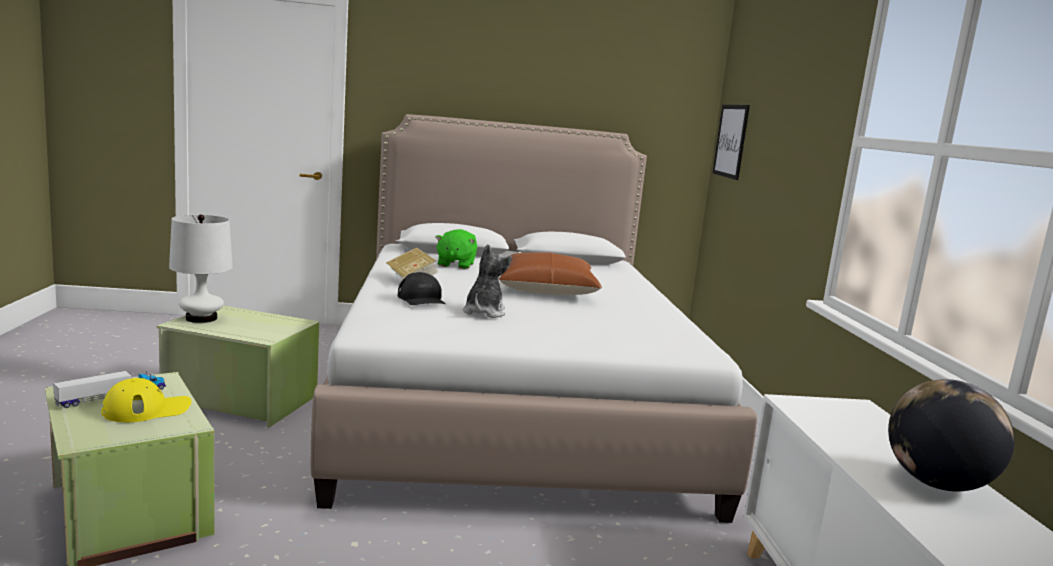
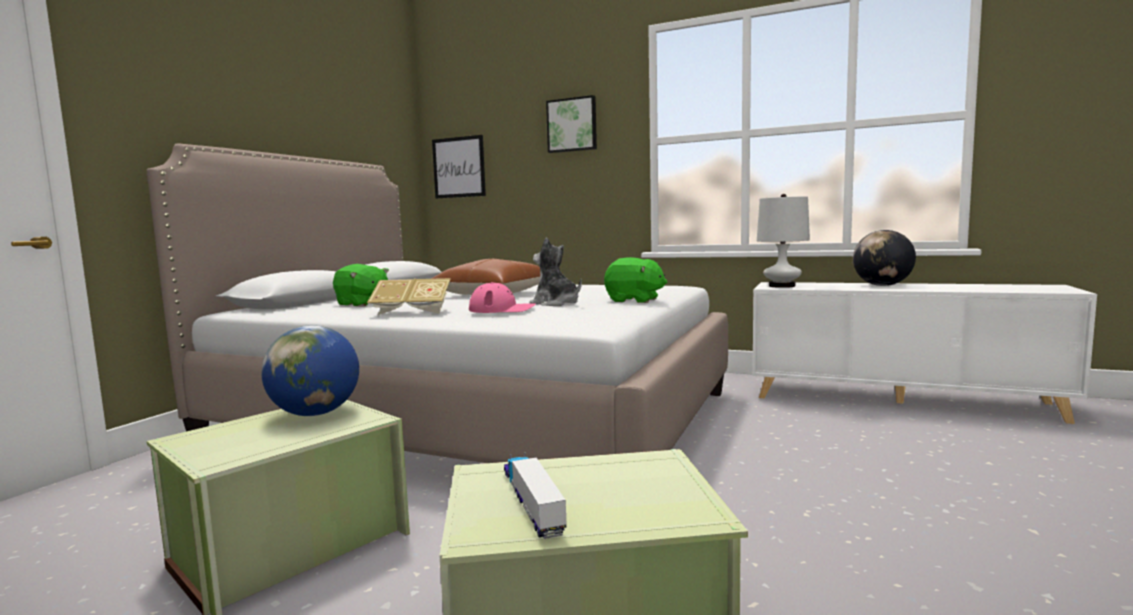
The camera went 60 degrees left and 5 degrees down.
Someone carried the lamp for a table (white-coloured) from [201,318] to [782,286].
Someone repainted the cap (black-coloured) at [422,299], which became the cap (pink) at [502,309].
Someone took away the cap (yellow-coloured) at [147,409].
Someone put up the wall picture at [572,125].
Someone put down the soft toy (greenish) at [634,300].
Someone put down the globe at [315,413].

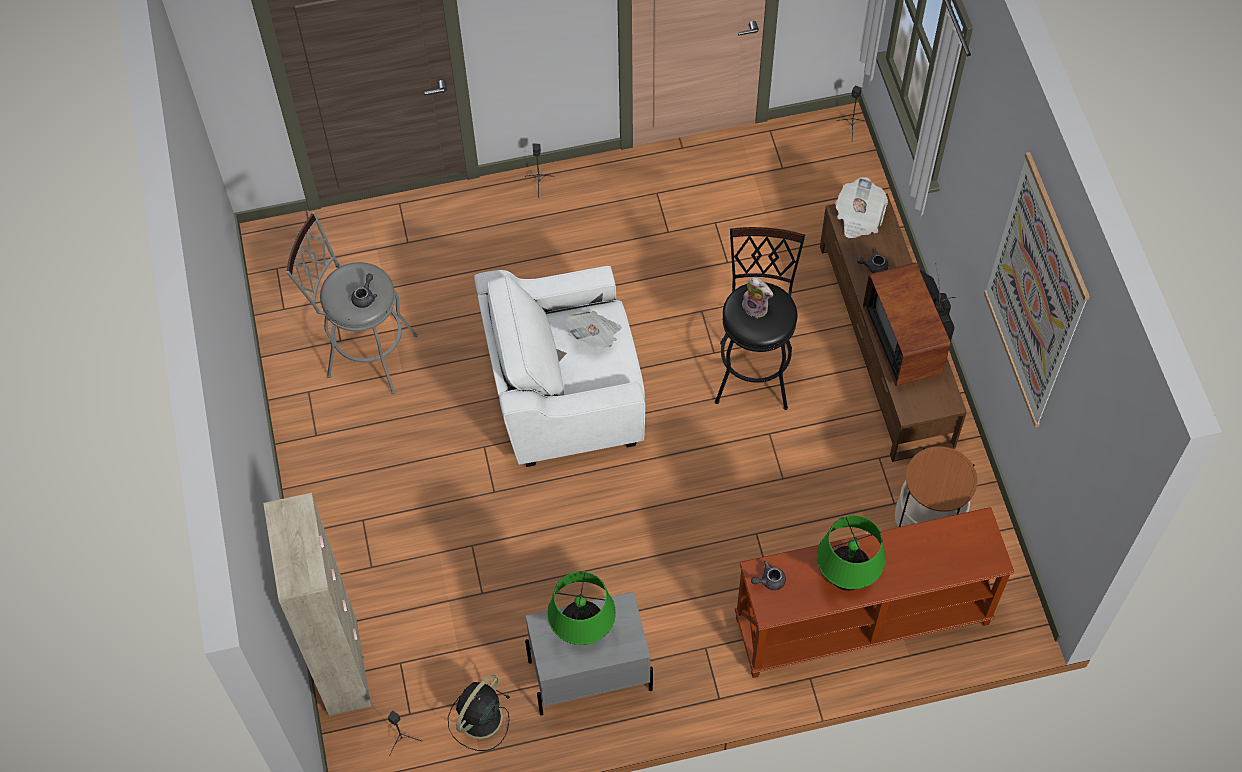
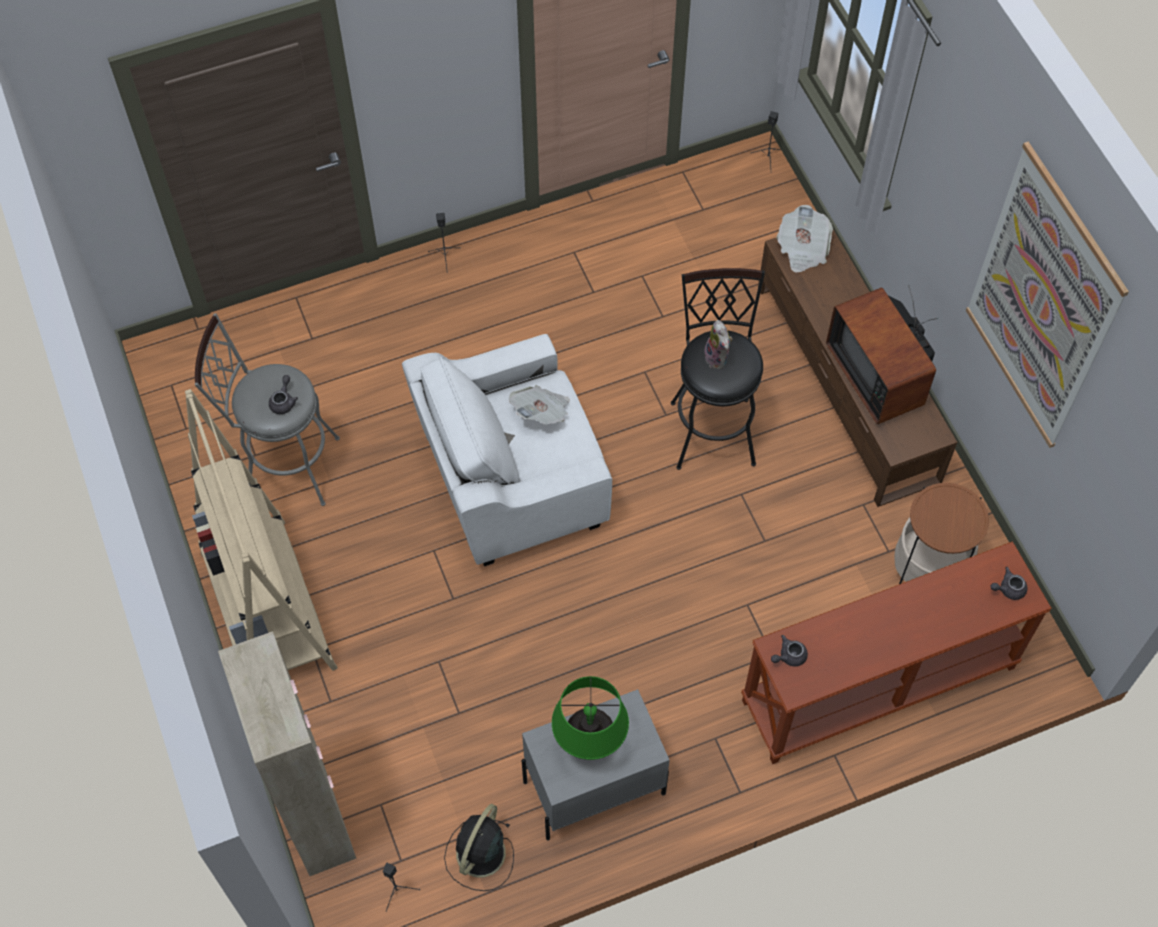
The camera went 10 degrees left and 0 degrees up.
Someone carried the teapot (grey) from [873,266] to [1008,589].
Someone rotated the soft toy at [756,307] by 45 degrees clockwise.
Someone took away the lamp for a table (greenish) at [846,578].
Someone put down the bookcase (beige) at [268,610].

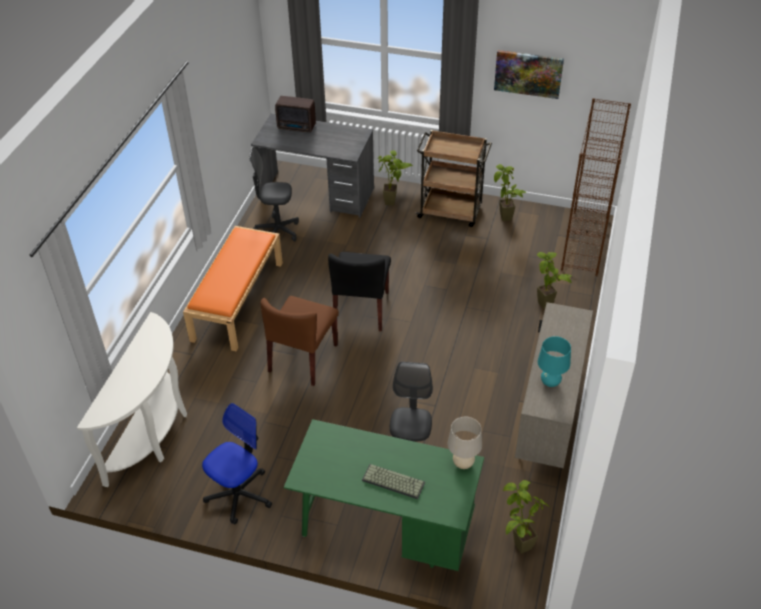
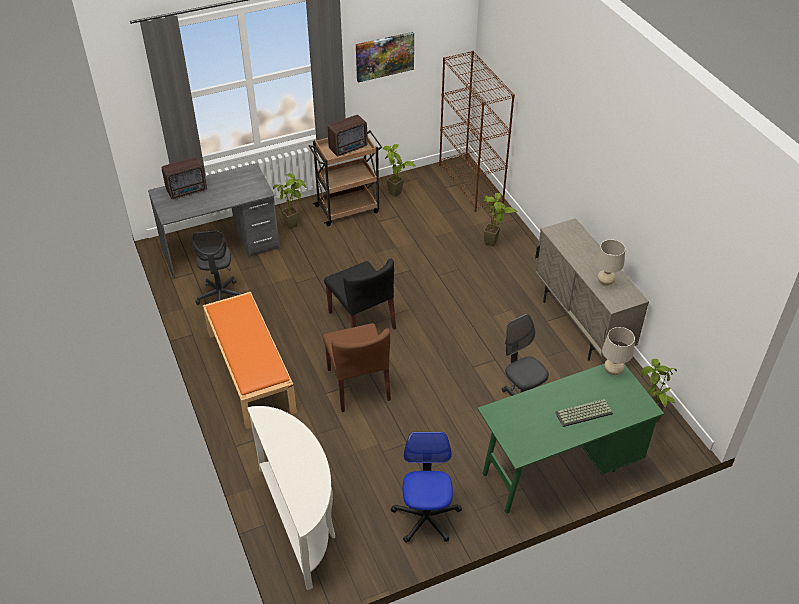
The camera went 40 degrees left and 0 degrees up.
Someone rotated the office chair (grey) at [277,231] by 60 degrees counterclockwise.
Someone repainted the lamp for a table (blue-green) at [550,383], which became the lamp for a table (beige) at [605,282].
Someone put down the radio set at [349,148].

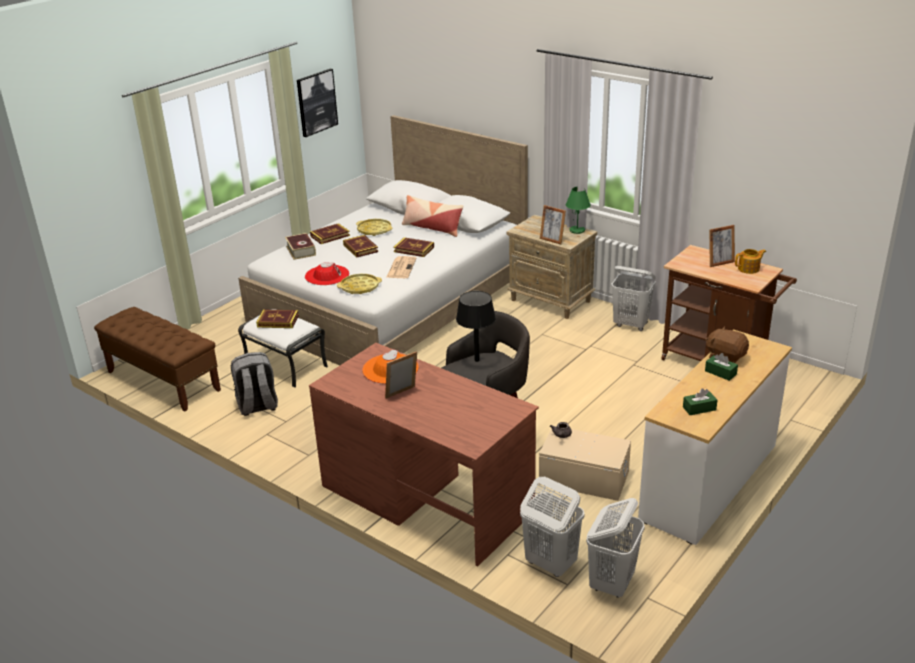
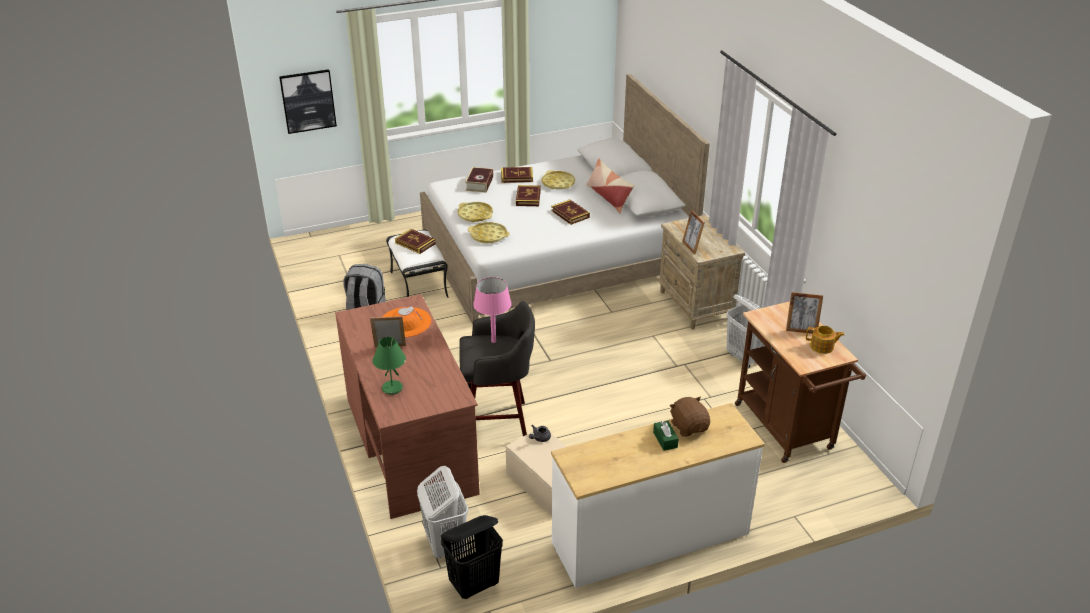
The camera went 30 degrees right and 5 degrees up.
Someone carried the wall picture from [316,102] to [308,101].
Someone carried the lamp for a table (greenish) from [577,231] to [392,388].
Someone took away the newspaper at [401,268].
Someone swapped the hat (reddish) at [327,275] for the serving tray (yellow-coloured) at [475,215].
Someone repainted the lamp for a table (black-coloured) at [476,360], which became the lamp for a table (pink) at [493,341].
Someone took away the indoor bench (brownish) at [163,380].
Someone took away the tissue box (greenish) at [699,408].
Someone repainted the laundry basket (white-coloured) at [612,583], which became the laundry basket (black-coloured) at [475,585].

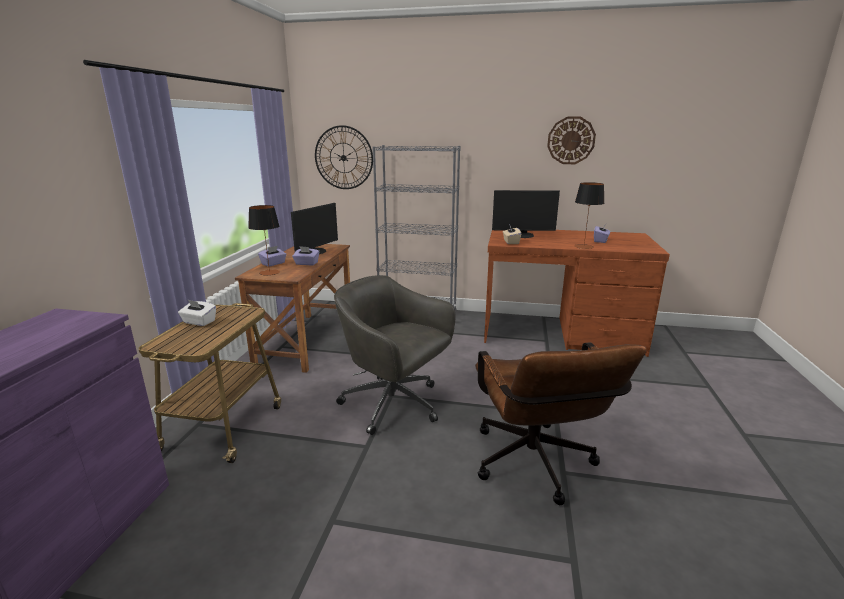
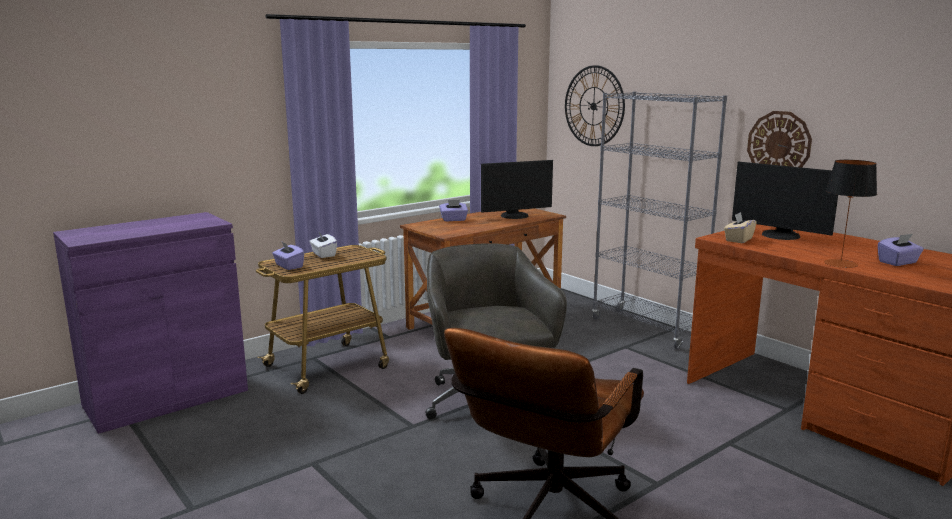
The camera went 40 degrees right and 5 degrees down.
Someone carried the wall clock from [571,140] to [779,144].
Someone took away the lamp for a table at [269,272].
Someone carried the tissue box (purple-coloured) from [306,263] to [288,266].

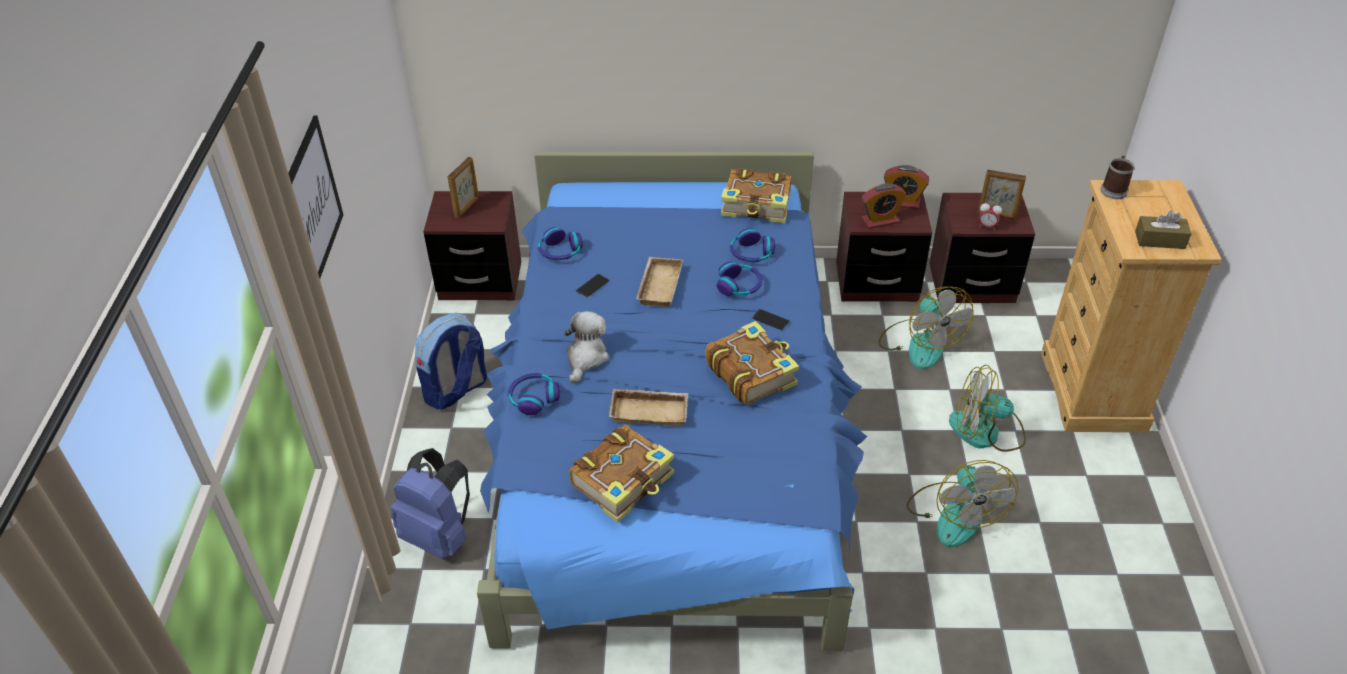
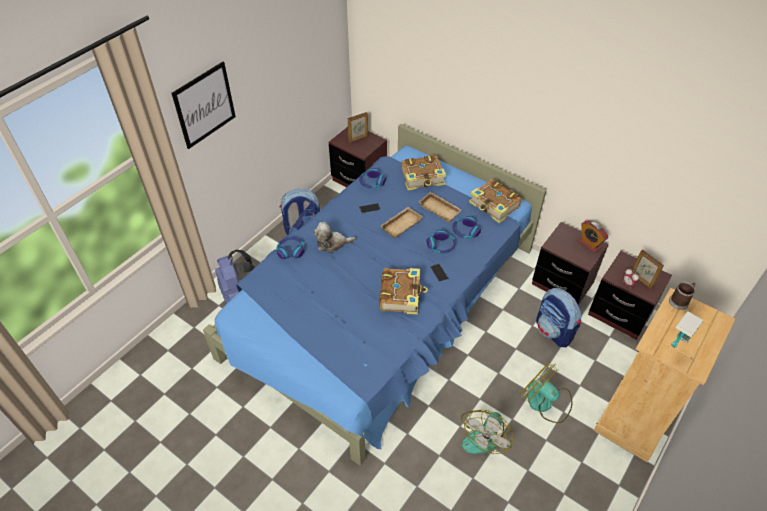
The camera went 35 degrees right and 5 degrees up.
Someone took away the bedside clock at [880,220].
Someone swapped the tissue box (brownish) at [1160,240] for the lamp for a table at [675,348].
Someone swapped the fan at [919,343] for the rucksack at [554,331].
Someone rotated the soft toy at [586,358] by 150 degrees counterclockwise.
Someone carried the serving tray (beige) from [650,410] to [440,209].
Someone carried the volume from [624,481] to [423,178].

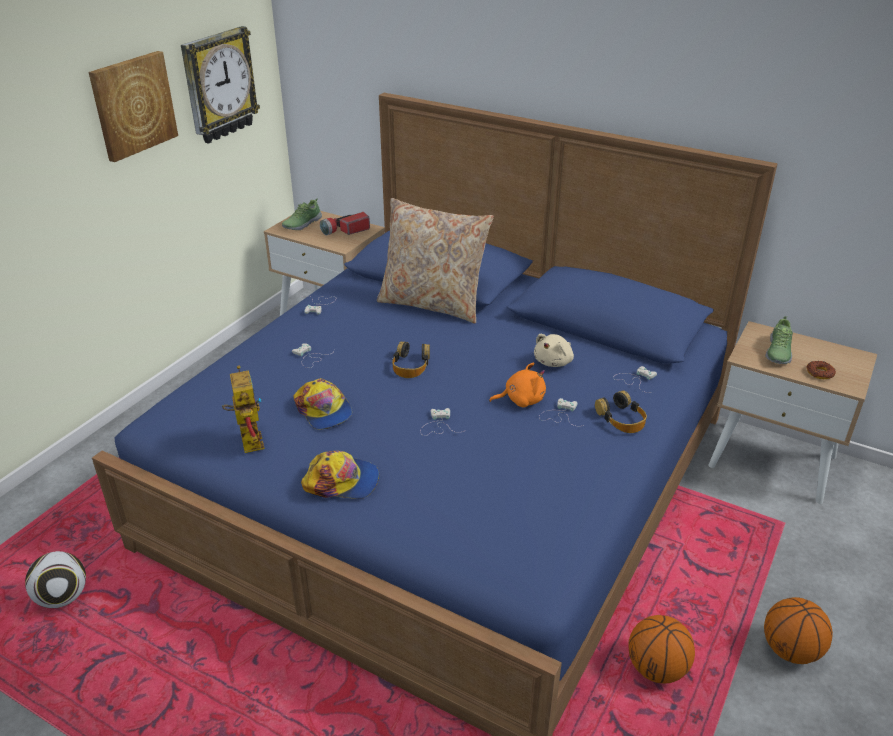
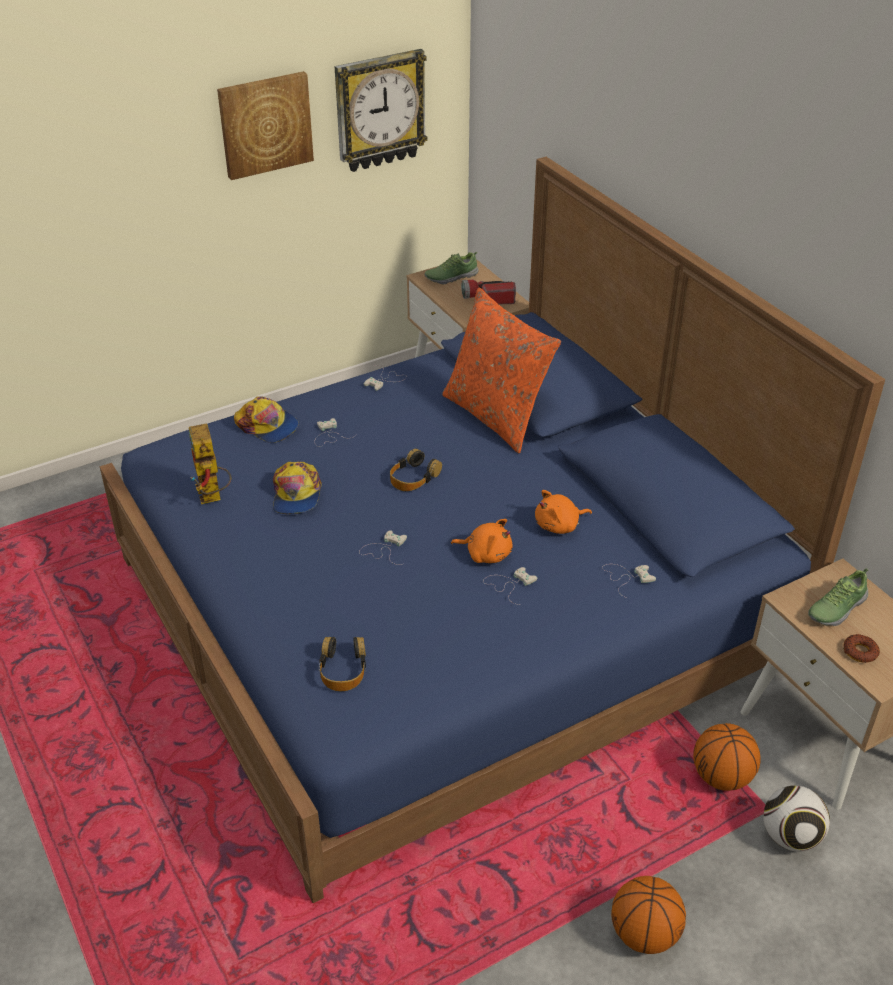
The camera went 30 degrees right and 5 degrees up.
Someone repainted the cushion (beige) at [433,304], which became the cushion (orange-coloured) at [496,416].
Someone repainted the soft toy (beige) at [554,362], which became the soft toy (orange-coloured) at [559,525].
Someone rotated the model robot at [248,438] by 150 degrees clockwise.
Someone carried the pair of headphones from [621,418] to [343,669].
Someone carried the cap from [342,481] to [267,426].
Someone carried the football ball from [63,598] to [791,837].
Someone carried the basketball ball from [656,669] to [721,777].

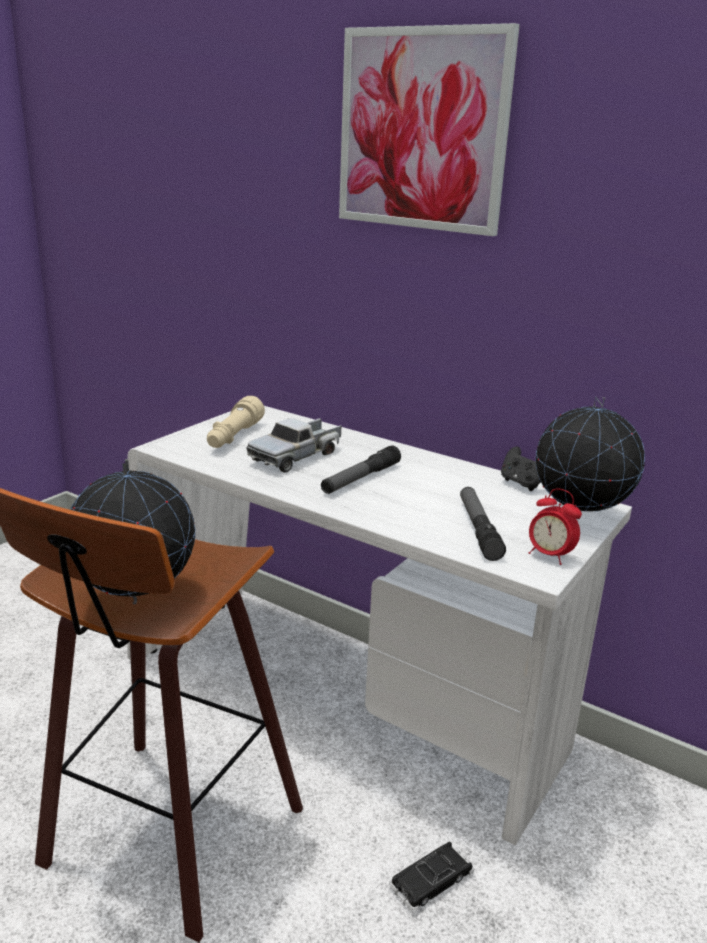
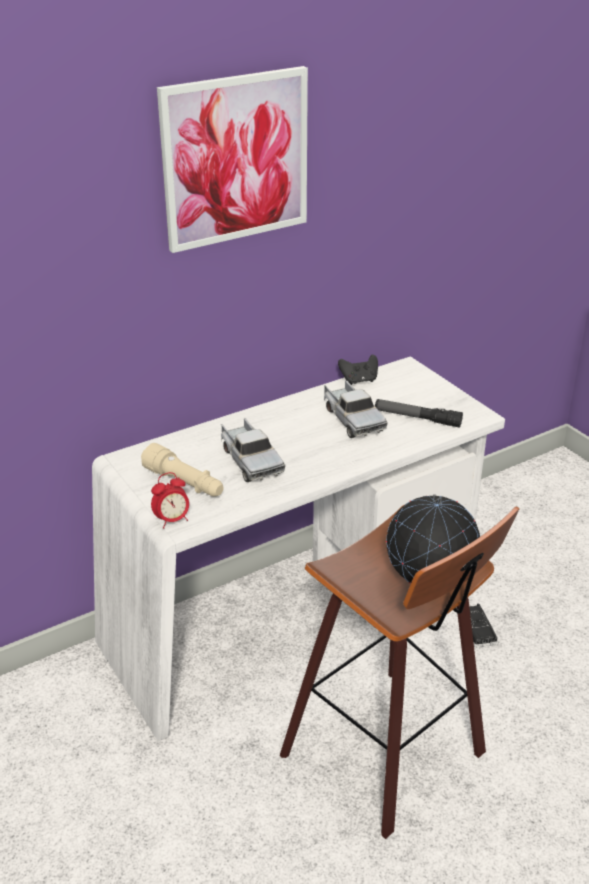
The camera went 65 degrees left and 10 degrees up.
Someone took away the globe at [579,519].
Someone took away the hand torch at [361,478].
Someone carried the bedside clock from [549,556] to [172,520].
Someone put down the toy lorry at [352,419].

